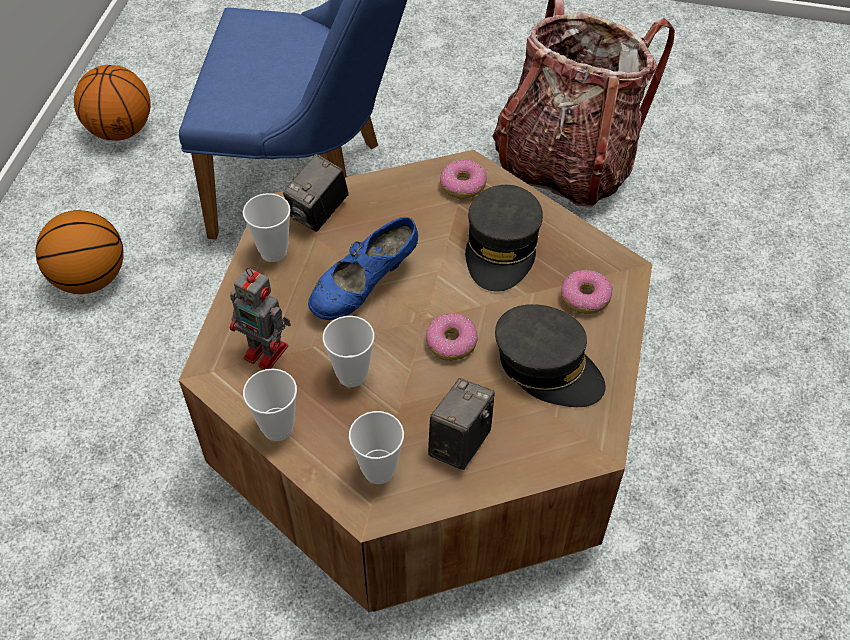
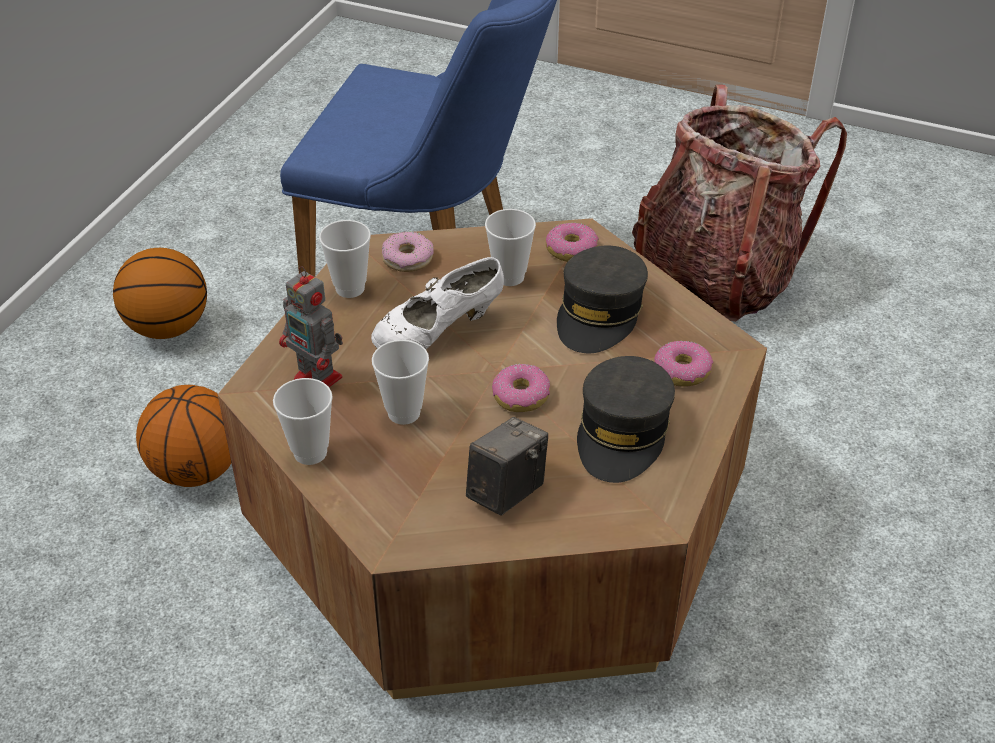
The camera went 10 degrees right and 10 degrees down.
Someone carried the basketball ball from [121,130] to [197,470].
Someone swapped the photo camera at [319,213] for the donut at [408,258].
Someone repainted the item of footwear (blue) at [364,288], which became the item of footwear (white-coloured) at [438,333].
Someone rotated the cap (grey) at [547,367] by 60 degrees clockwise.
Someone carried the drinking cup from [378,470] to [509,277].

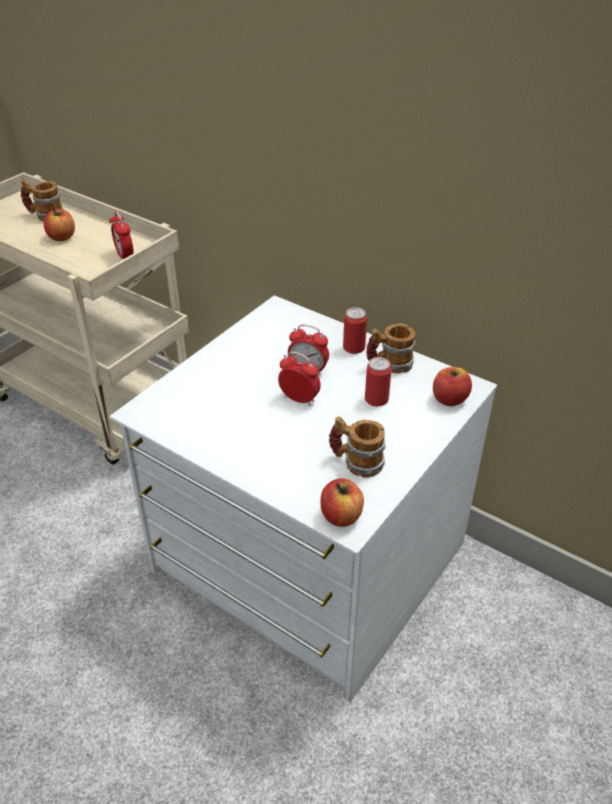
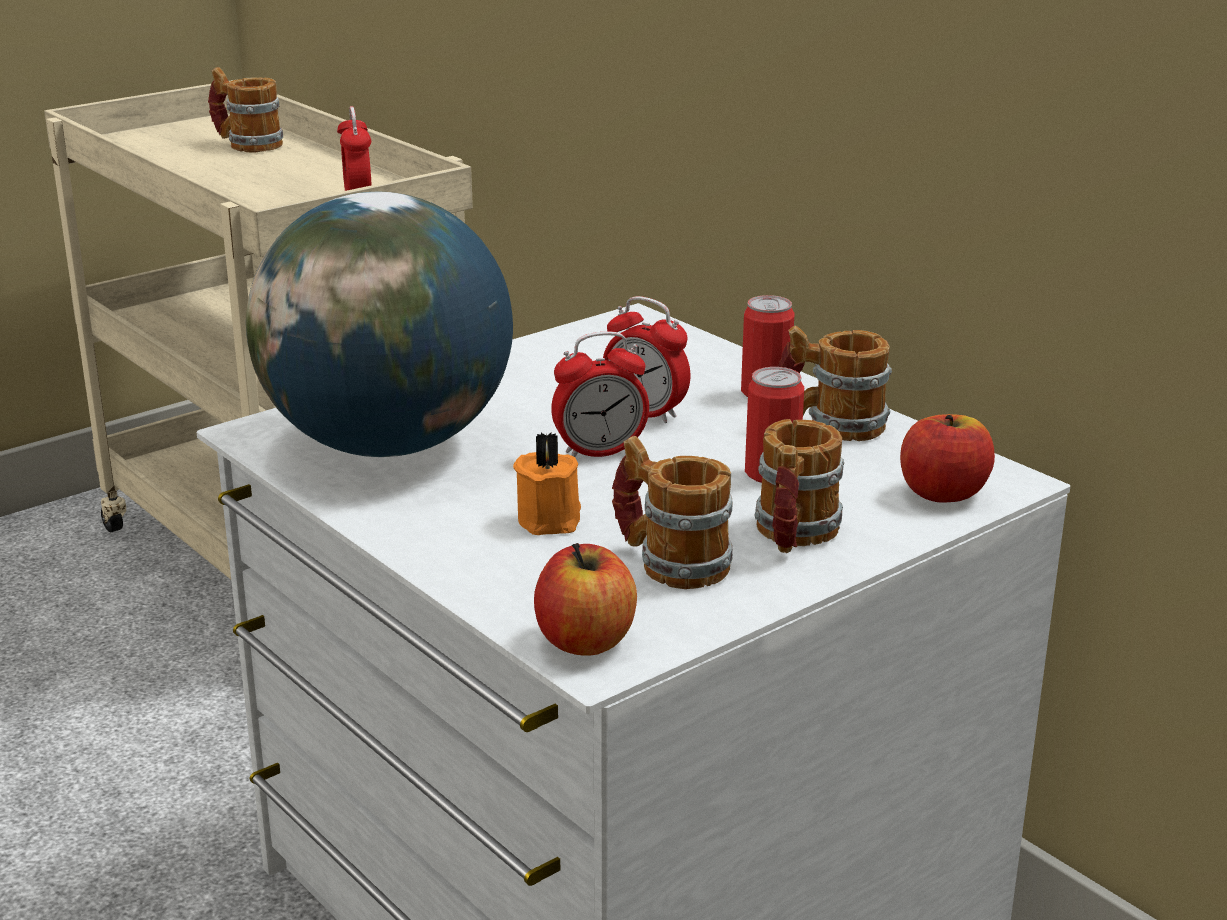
The camera went 15 degrees right and 15 degrees down.
Someone took away the apple fruit at [62,237].
Someone rotated the bedside clock at [299,399] by 120 degrees clockwise.
Someone put down the globe at [388,443].
Someone put down the coffee mug at [793,536].
Someone put down the wax light (orange-coloured) at [551,519].

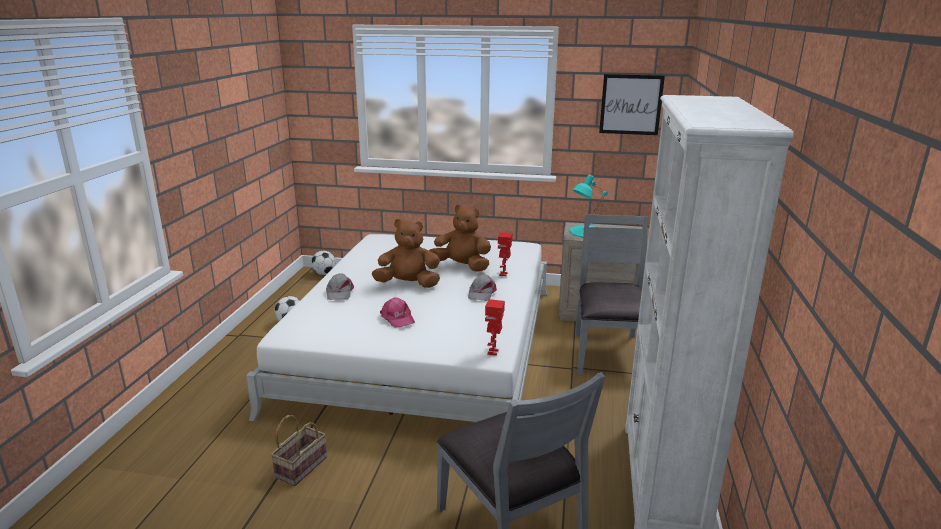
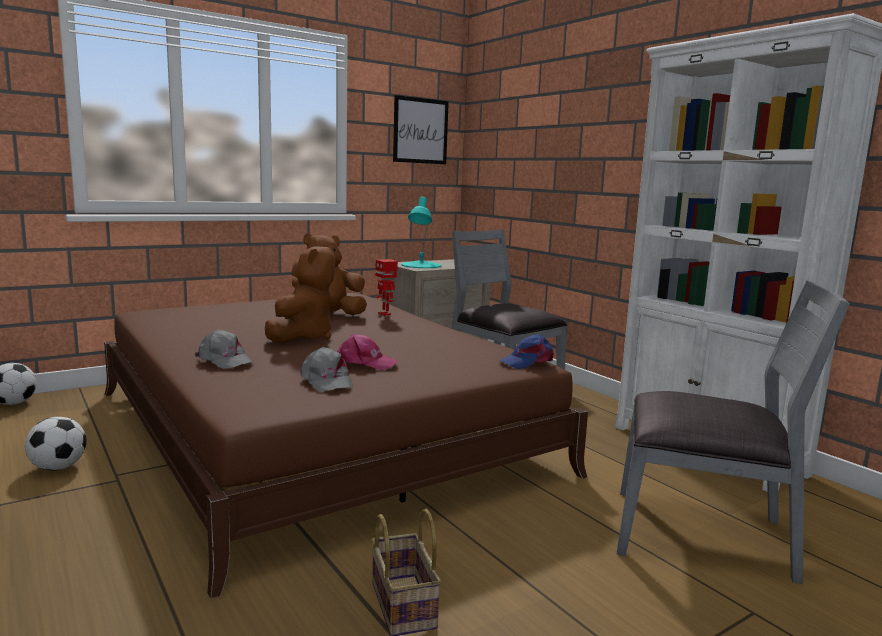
The camera went 45 degrees left and 10 degrees down.
Someone rotated the soft toy (brownish) at [408,284] by 150 degrees clockwise.
Someone repainted the sleeping bed (white-coloured) at [424,346], which became the sleeping bed (brownish) at [316,431].
Someone carried the cap (grey) from [481,293] to [326,381].
Someone swapped the model robot at [493,352] for the cap (blue) at [527,362].

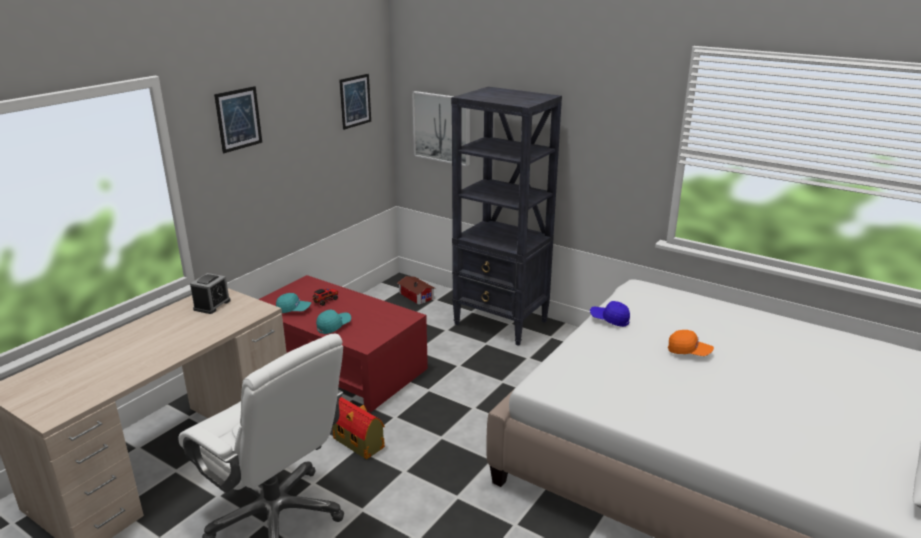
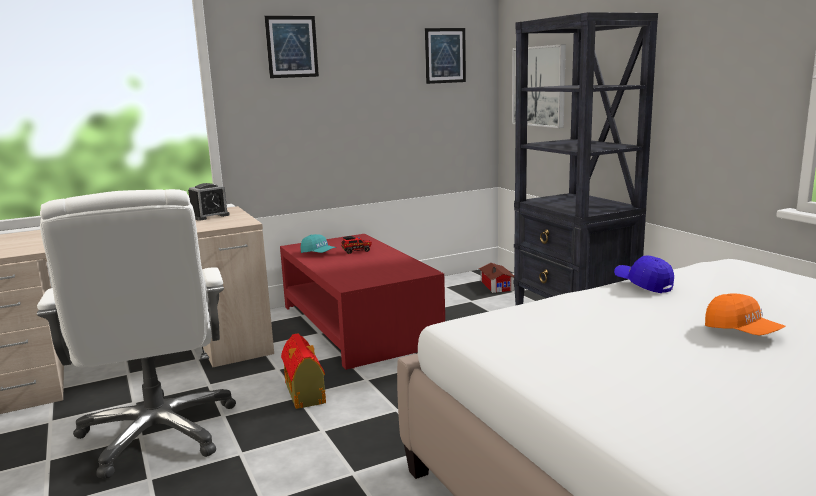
The camera went 30 degrees right and 10 degrees down.
Someone took away the cap (blue-green) at [334,326].

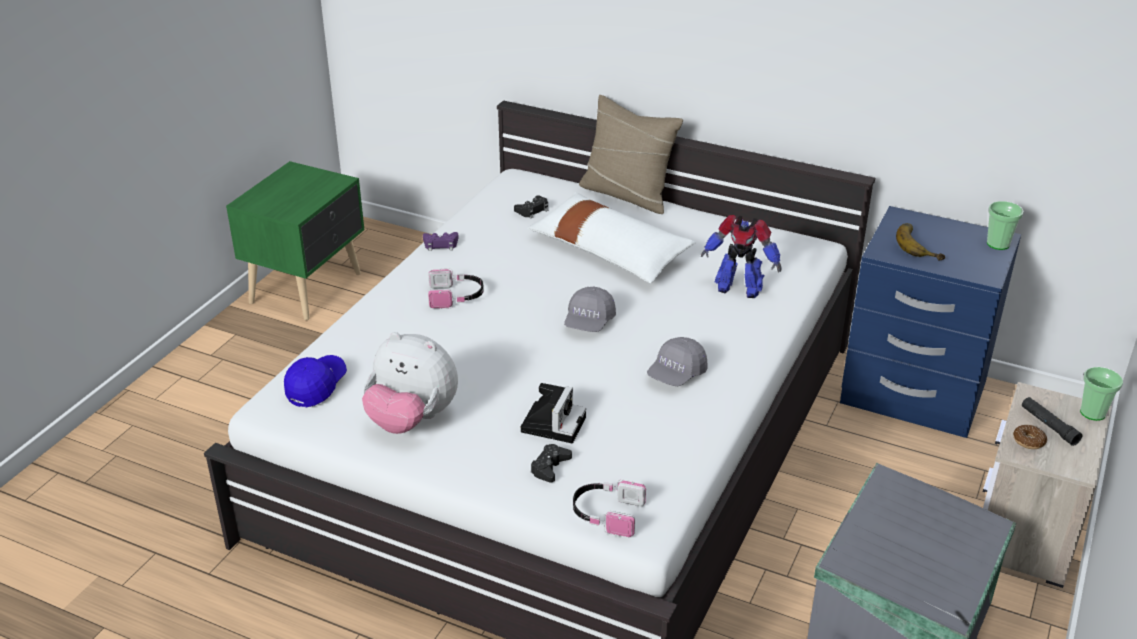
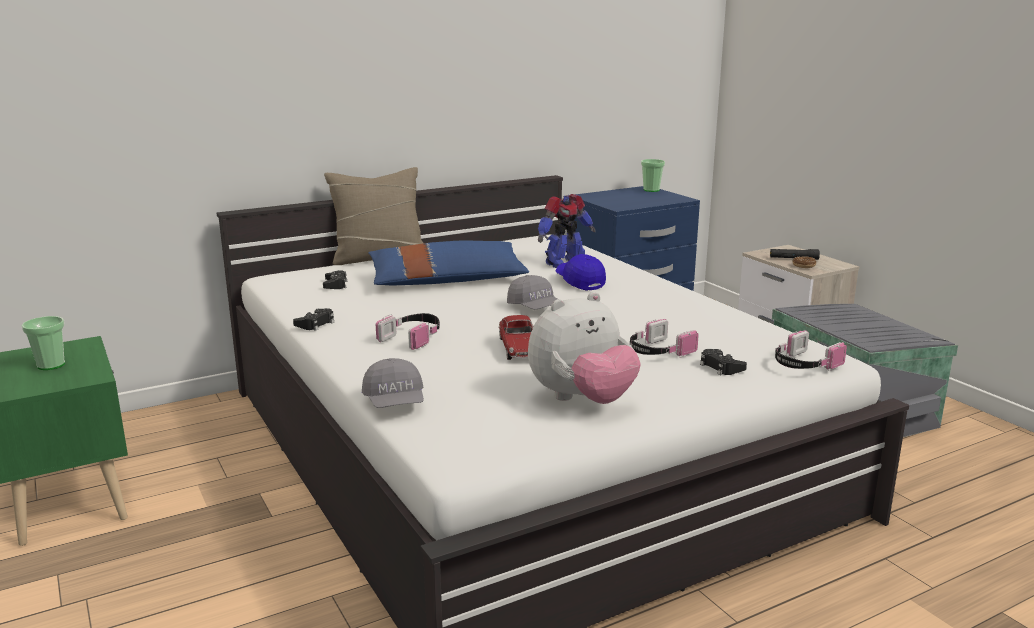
The camera went 55 degrees left and 15 degrees down.
Someone repainted the cushion (white-coloured) at [610,251], which became the cushion (blue) at [447,280].
Someone took away the banana at [920,245].
Someone repainted the joypad (purple-coloured) at [440,244], which became the joypad (black-coloured) at [315,324].
Someone carried the cap (grey) from [676,374] to [395,402].
Someone carried the cap (blue) from [316,387] to [579,282].
Someone carried the drinking cup from [1092,413] to [51,365].
Someone swapped the photo camera at [553,423] for the pair of headphones at [658,352].
Someone put down the toy car at [519,348].

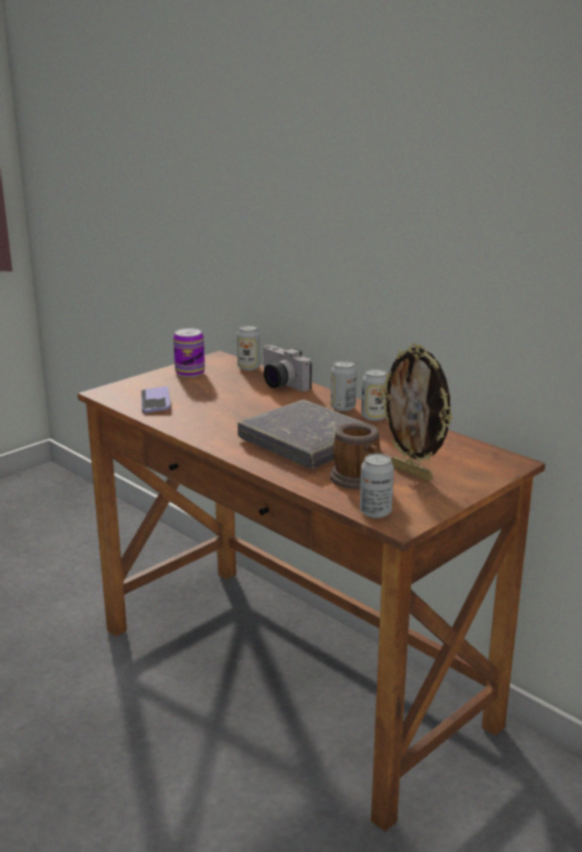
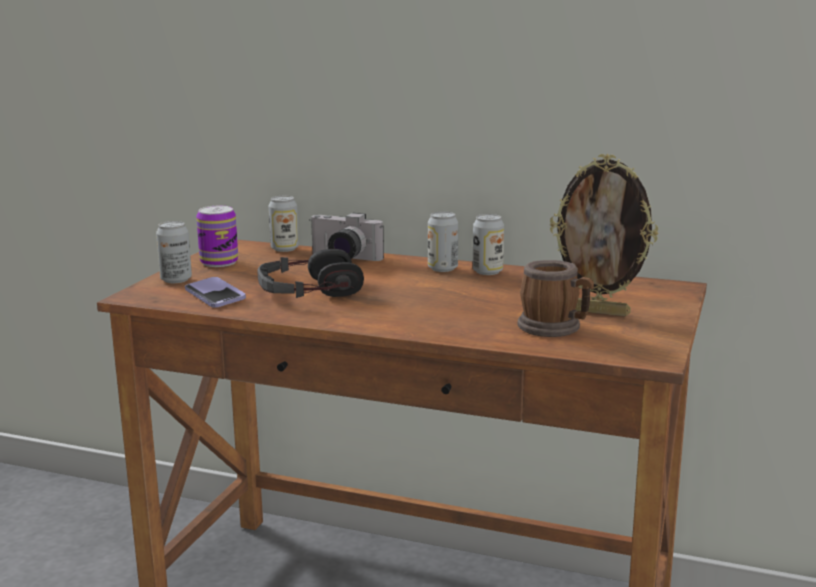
The camera went 25 degrees left and 5 degrees down.
Someone took away the volume (grey) at [306,442].
Someone carried the can from [375,512] to [176,279].
Someone put down the pair of headphones at [309,291].

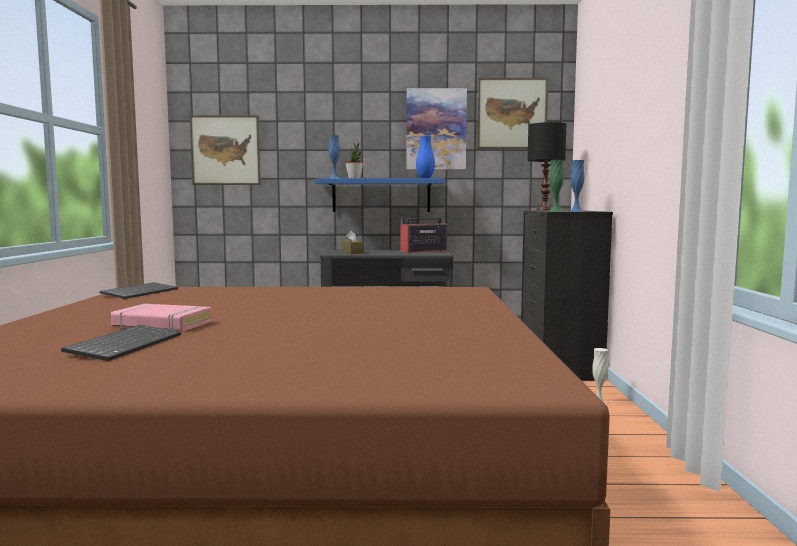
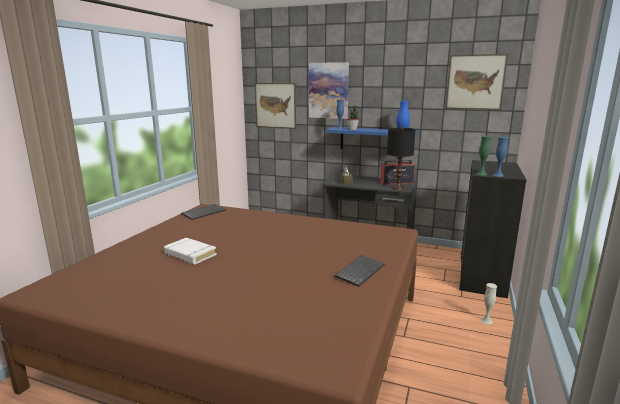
The camera went 20 degrees right and 10 degrees up.
Someone carried the wall picture from [436,129] to [328,90].
Someone carried the lamp for a table (black-coloured) from [544,210] to [398,188].
Someone repainted the volume (pink) at [162,324], which became the volume (white-coloured) at [190,254].
Someone carried the computer keyboard from [125,344] to [359,271].

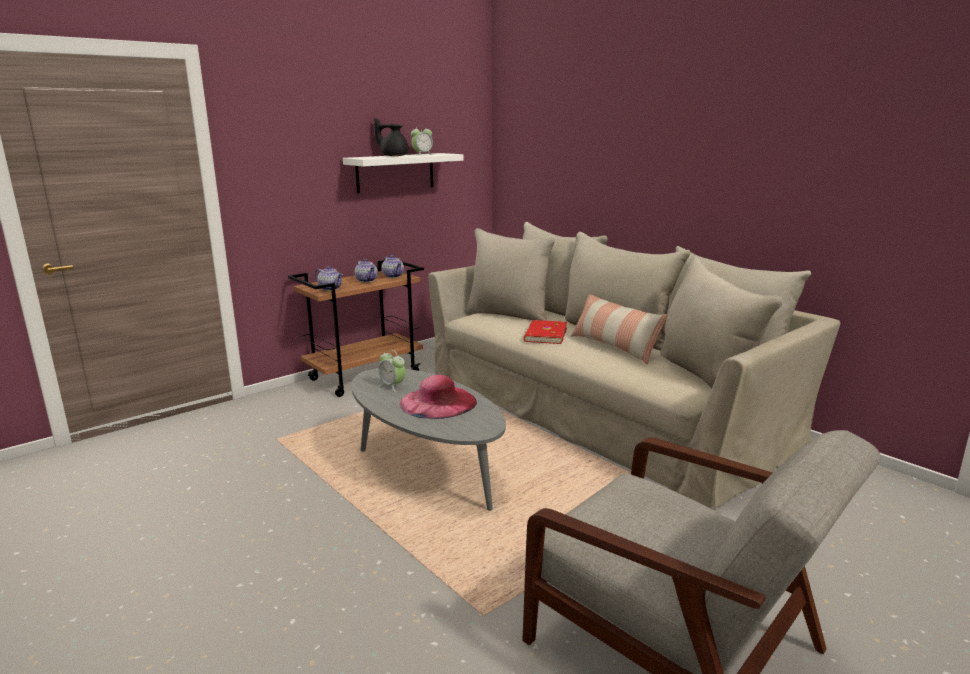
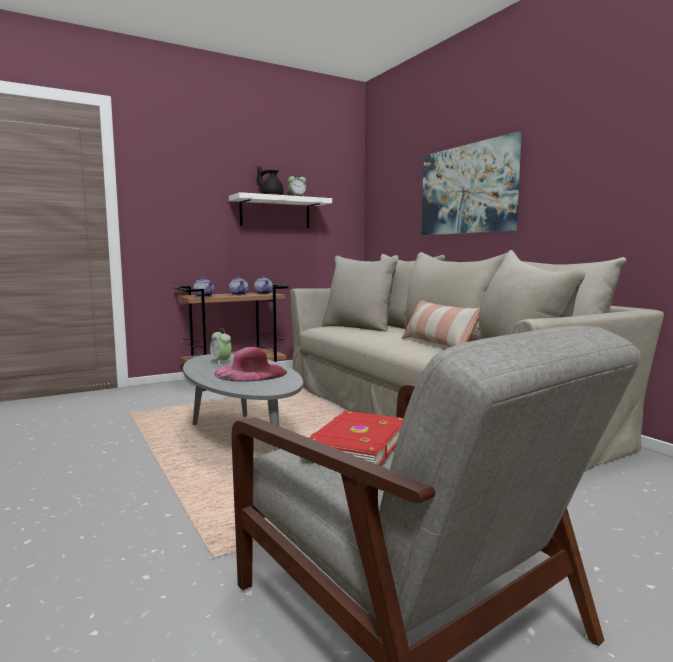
The camera went 10 degrees right and 10 degrees down.
Someone carried the volume (reddish) from [544,335] to [355,443].
Someone put up the wall picture at [467,189].

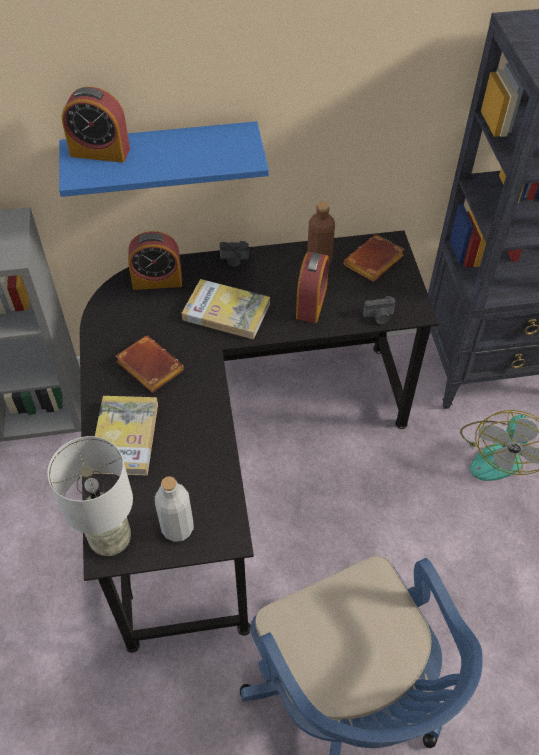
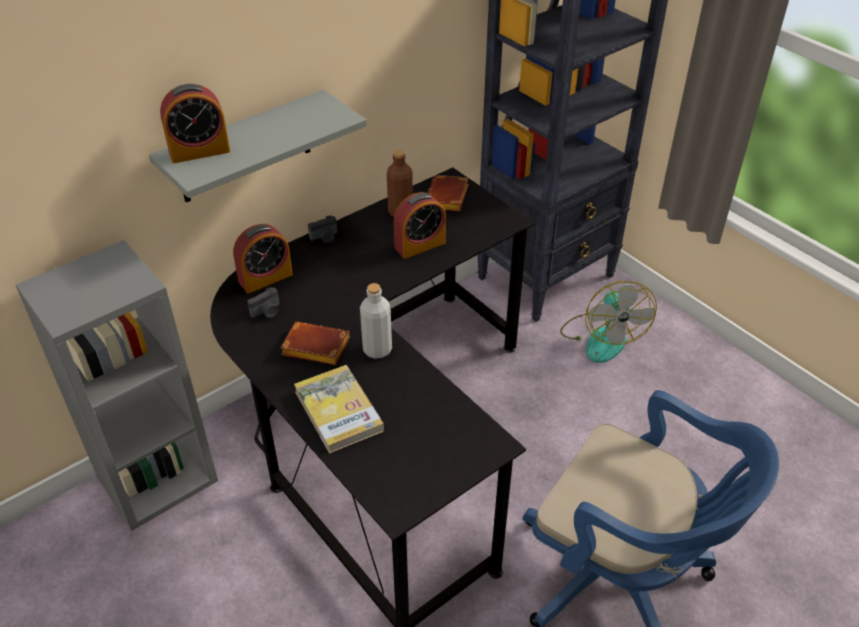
The camera went 30 degrees left and 10 degrees down.
Someone repainted the bracket shelf (blue) at [162,156], which became the bracket shelf (grey) at [245,148].
Someone rotated the bedside clock at [311,303] by 75 degrees clockwise.
Someone took away the volume at [226,312].
Someone carried the photo camera from [379,317] to [267,312].
Someone took away the lamp for a table (grey) at [110,539].
Someone carried the bottle (grey) from [177,528] to [377,349].

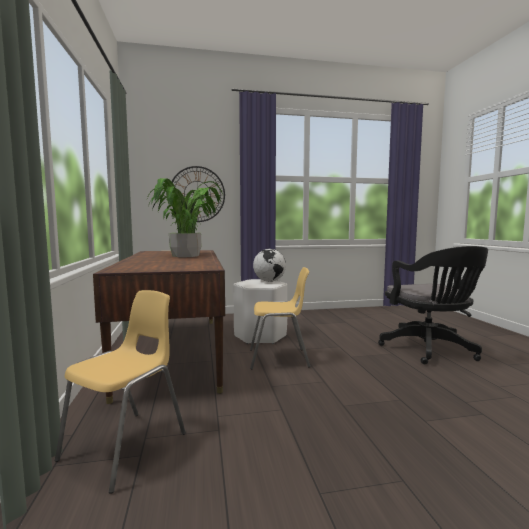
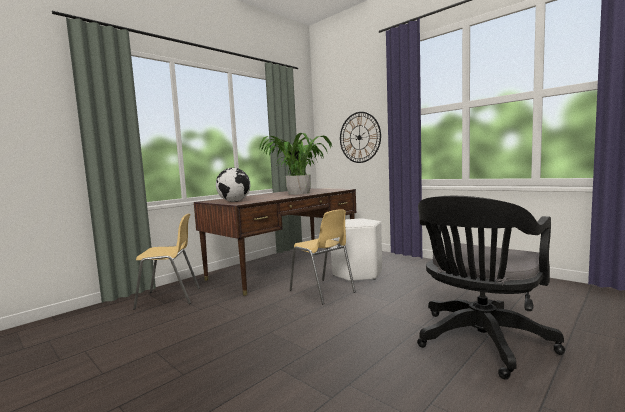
The camera went 55 degrees right and 0 degrees up.
Someone carried the globe from [269,281] to [234,201].

